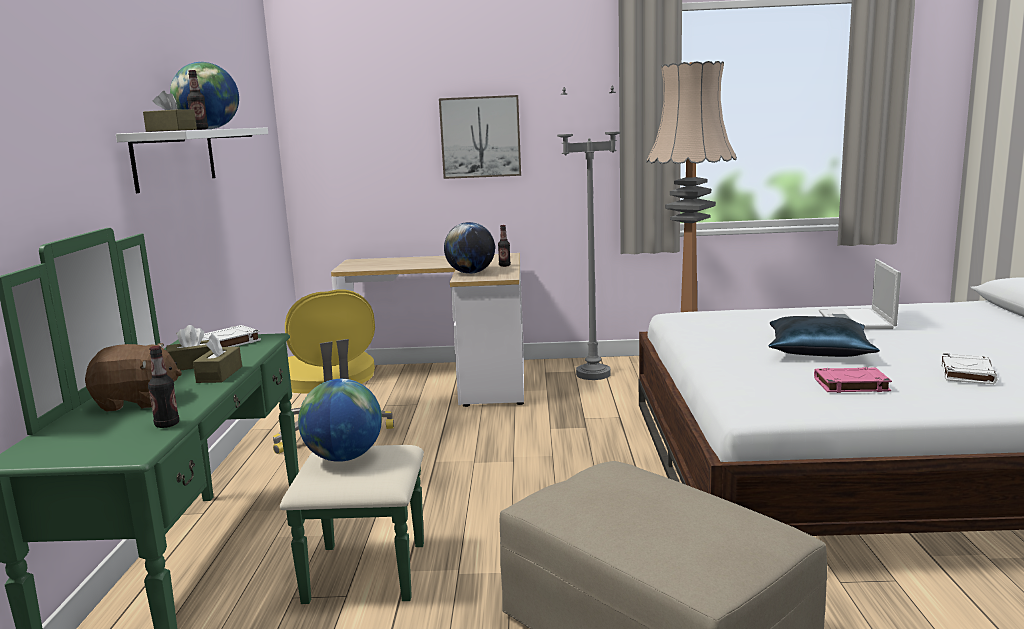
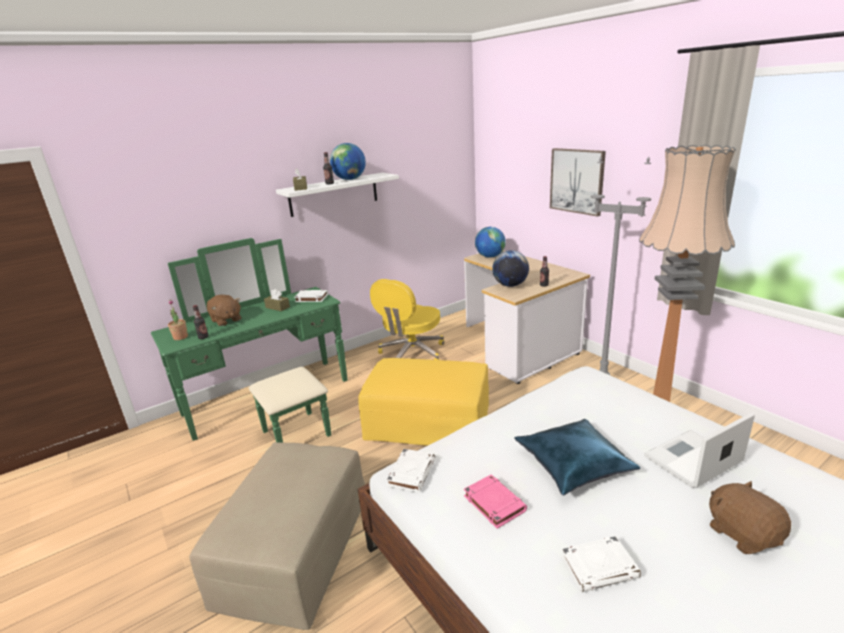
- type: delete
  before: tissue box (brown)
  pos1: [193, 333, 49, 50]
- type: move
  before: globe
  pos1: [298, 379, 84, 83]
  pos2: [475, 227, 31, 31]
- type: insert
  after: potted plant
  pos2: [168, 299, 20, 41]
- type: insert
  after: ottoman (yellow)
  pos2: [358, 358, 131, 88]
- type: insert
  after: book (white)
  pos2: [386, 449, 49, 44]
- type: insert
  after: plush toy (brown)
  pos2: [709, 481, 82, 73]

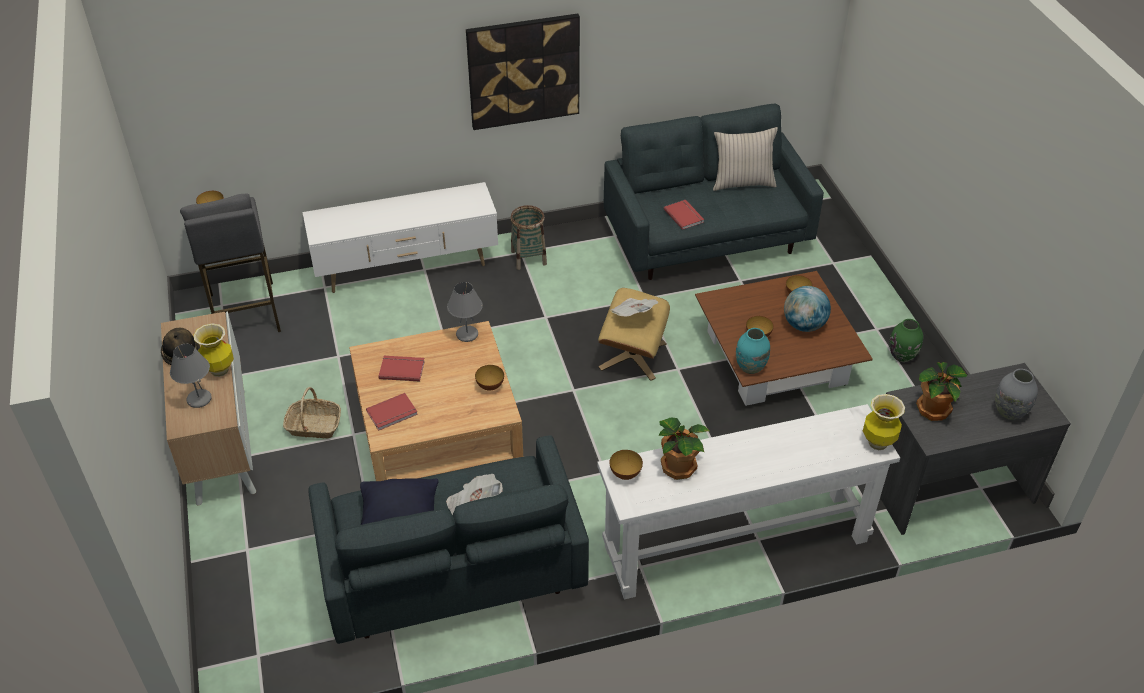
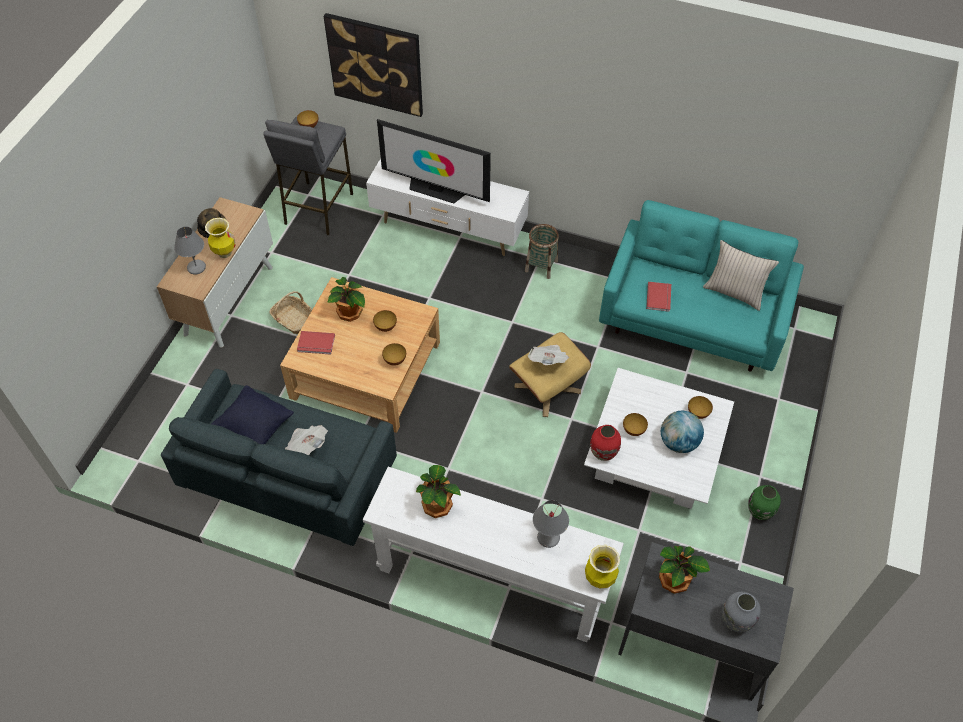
- type: move
  before: picture
  pos1: [466, 14, 114, 116]
  pos2: [324, 13, 99, 104]
- type: recolor
  before: sofa (grey)
  after: sofa (turquoise)
  pos1: [604, 104, 220, 176]
  pos2: [599, 200, 205, 172]
- type: recolor
  before: coffee table (brown)
  after: coffee table (white)
  pos1: [695, 271, 178, 135]
  pos2: [584, 368, 150, 141]
- type: move
  before: table lamp (grey)
  pos1: [447, 282, 36, 60]
  pos2: [533, 500, 36, 48]
- type: recolor
  before: vase (turquoise)
  after: vase (red)
  pos1: [736, 328, 34, 46]
  pos2: [590, 425, 31, 36]
- type: replace
  before: book (red)
  after: potted plant
  pos1: [378, 356, 47, 25]
  pos2: [327, 277, 38, 45]
- type: move
  before: bowl
  pos1: [609, 450, 34, 30]
  pos2: [373, 310, 24, 22]
- type: insert
  after: television
  pos2: [377, 119, 114, 84]

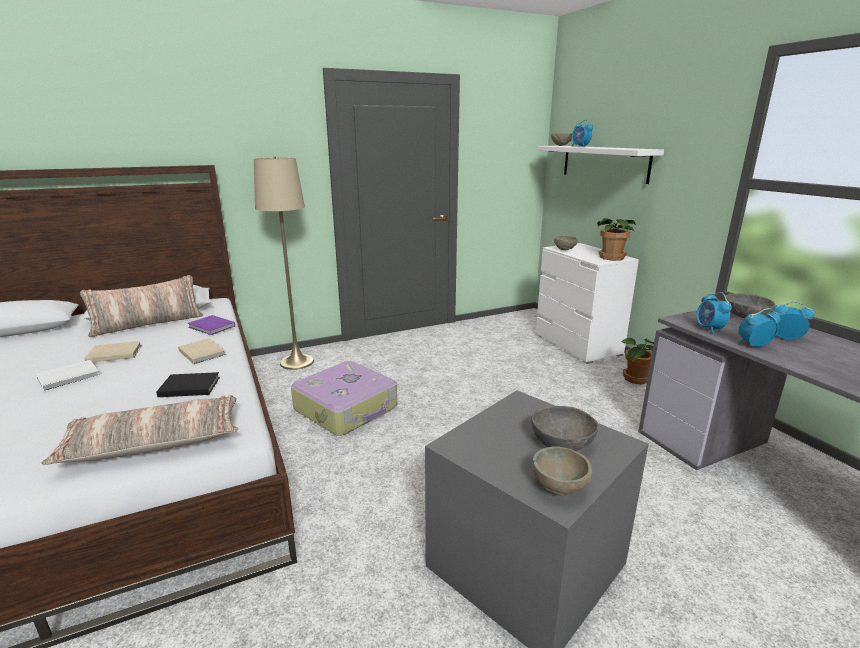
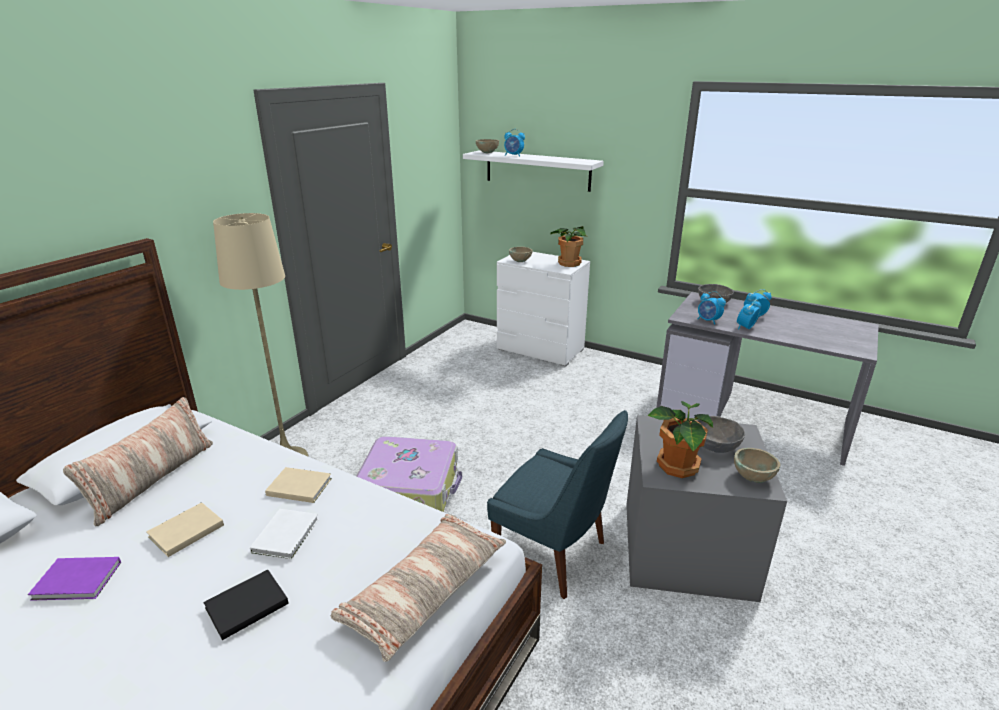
- type: move
  before: book (purple)
  pos1: [188, 315, 47, 20]
  pos2: [28, 557, 93, 44]
- type: move
  before: potted plant
  pos1: [621, 337, 33, 48]
  pos2: [647, 401, 66, 77]
- type: move
  before: book (white)
  pos1: [36, 360, 64, 31]
  pos2: [250, 509, 69, 50]
- type: move
  before: book (black)
  pos1: [156, 372, 64, 25]
  pos2: [203, 570, 86, 70]
- type: insert
  after: chair (blue)
  pos2: [487, 410, 141, 189]

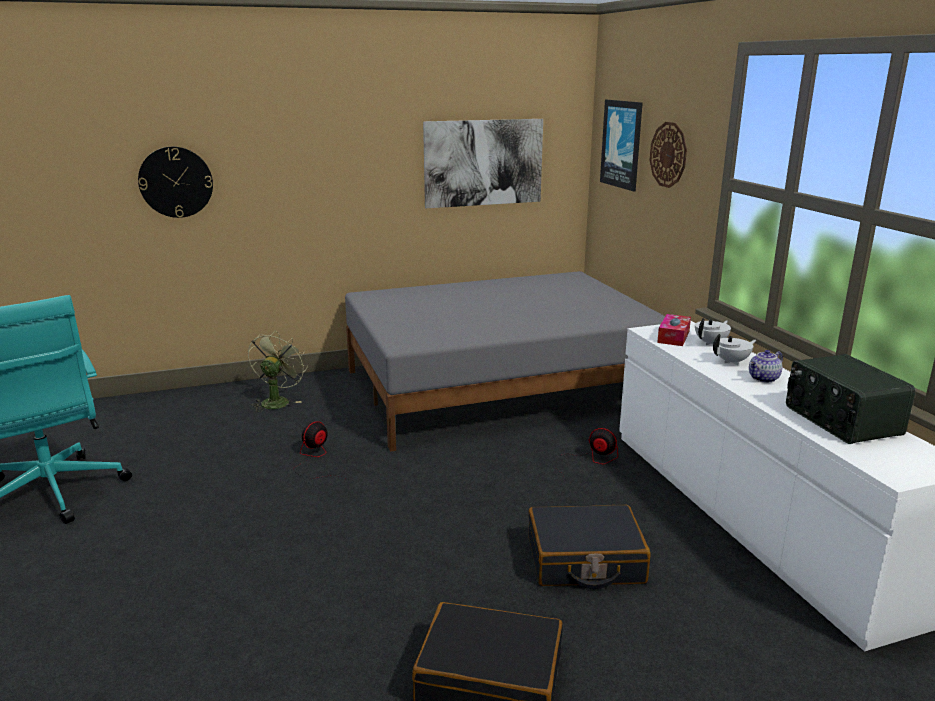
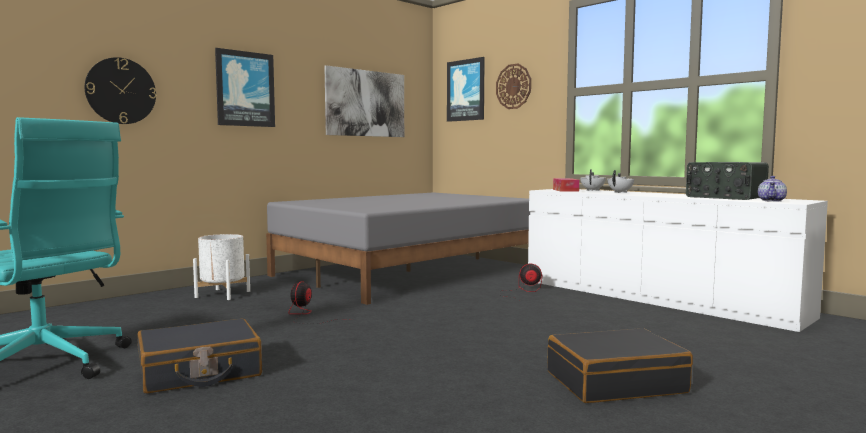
- type: replace
  before: fan (green)
  after: planter (white)
  pos1: [248, 331, 60, 81]
  pos2: [193, 234, 57, 66]
- type: move
  before: teapot
  pos1: [749, 350, 34, 33]
  pos2: [758, 176, 29, 26]
- type: move
  before: suitcase (black)
  pos1: [528, 505, 123, 84]
  pos2: [138, 319, 124, 74]
- type: insert
  after: picture
  pos2: [215, 48, 60, 79]

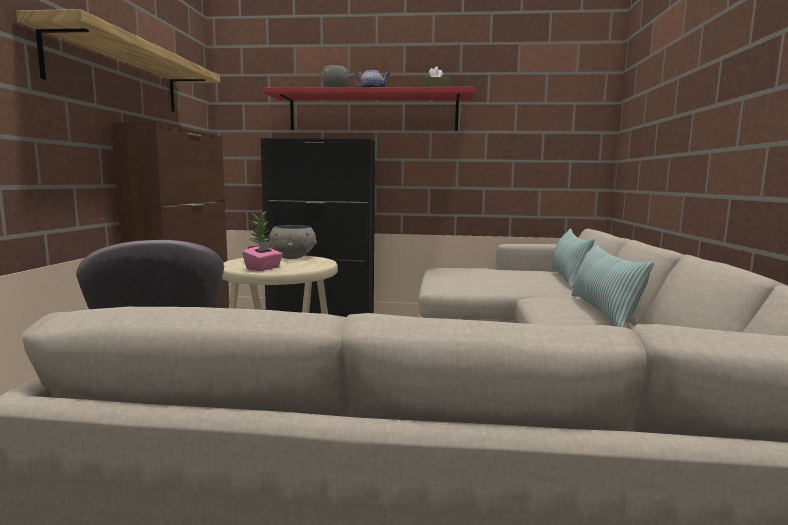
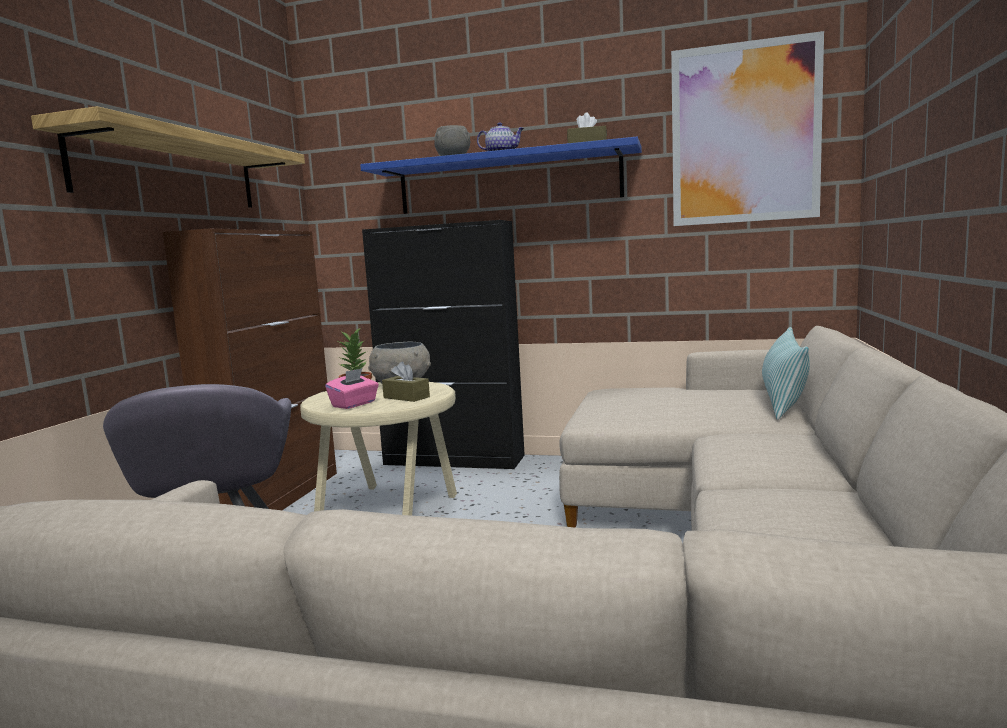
- type: recolor
  before: shelf (red)
  after: shelf (blue)
  pos1: [263, 87, 212, 44]
  pos2: [360, 137, 282, 77]
- type: delete
  before: pillow
  pos1: [571, 243, 83, 84]
- type: insert
  after: picture
  pos2: [671, 31, 153, 195]
- type: insert
  after: tissue box (brown)
  pos2: [382, 361, 48, 41]

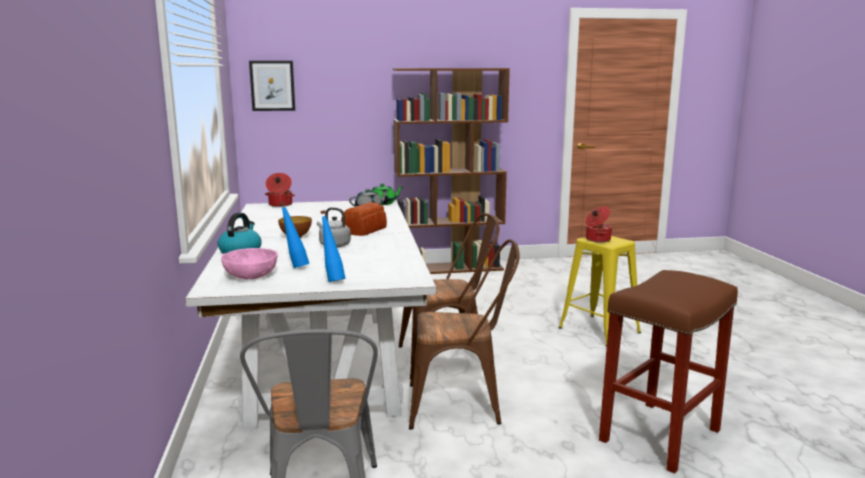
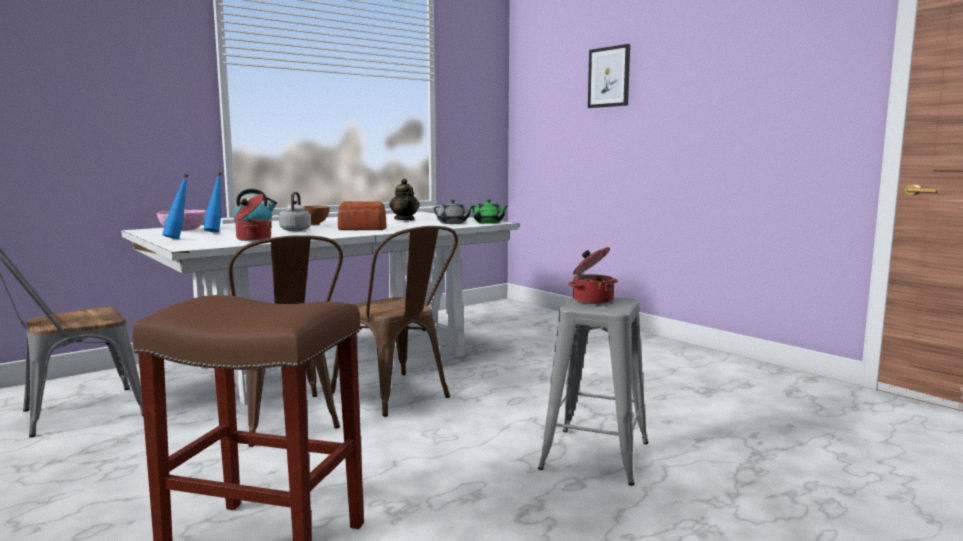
- type: move
  before: picture
  pos1: [249, 61, 46, 50]
  pos2: [588, 44, 42, 64]
- type: delete
  before: bookcase (brown)
  pos1: [393, 68, 117, 206]
- type: move
  before: cooking pot
  pos1: [265, 173, 30, 34]
  pos2: [235, 194, 37, 47]
- type: recolor
  before: stool (yellow)
  after: stool (grey)
  pos1: [558, 236, 83, 111]
  pos2: [538, 298, 110, 188]
- type: insert
  after: teapot
  pos2: [389, 178, 31, 43]

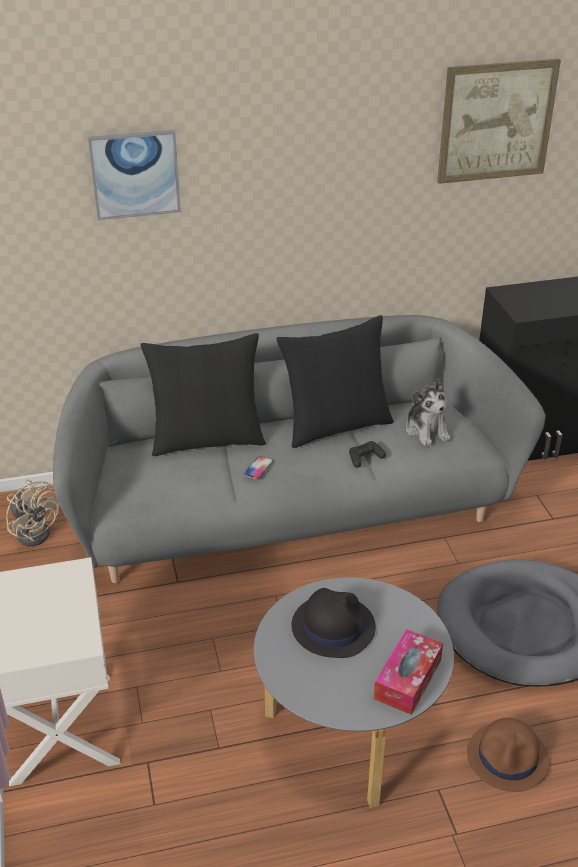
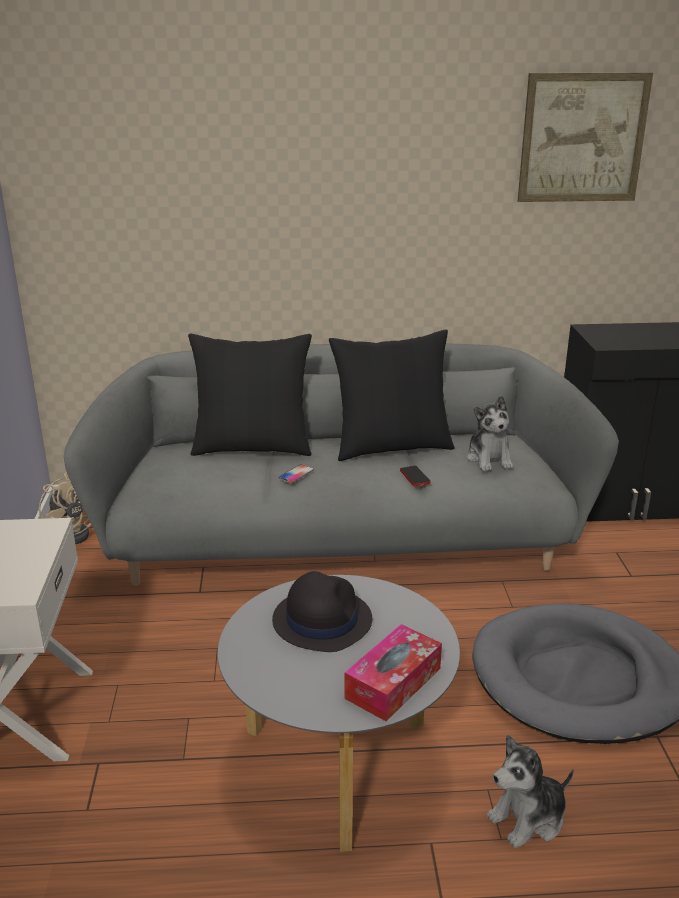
- type: delete
  before: picture
  pos1: [88, 130, 93, 90]
- type: replace
  before: game controller (black)
  after: phone
  pos1: [349, 441, 37, 27]
  pos2: [400, 466, 30, 20]
- type: replace
  before: hat (brown)
  after: plush toy
  pos1: [467, 718, 83, 74]
  pos2: [487, 735, 87, 113]

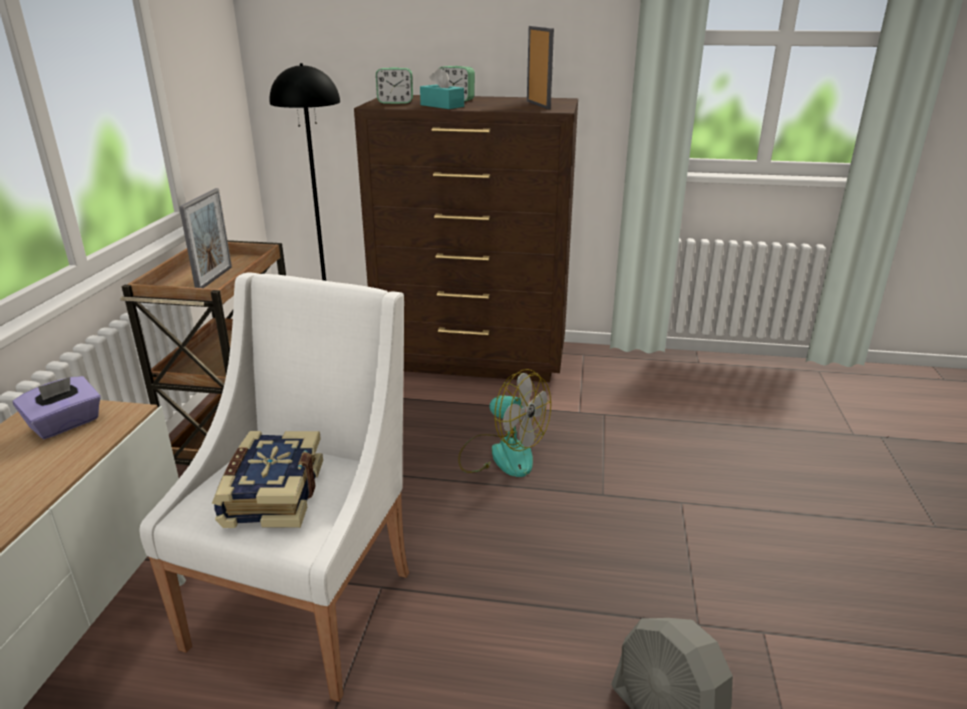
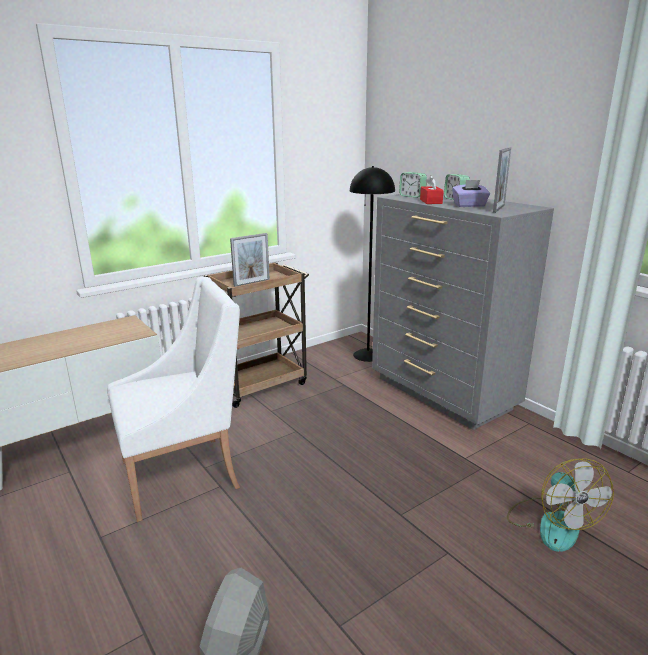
- type: recolor
  before: tissue box (turquoise)
  after: tissue box (red)
  pos1: [420, 68, 44, 41]
  pos2: [420, 175, 24, 29]
- type: recolor
  before: dresser (brown)
  after: dresser (grey)
  pos1: [354, 95, 224, 287]
  pos2: [372, 193, 182, 237]
- type: move
  before: fan
  pos1: [458, 369, 93, 108]
  pos2: [507, 458, 107, 94]
- type: move
  before: tissue box (purple)
  pos1: [13, 376, 88, 63]
  pos2: [452, 180, 38, 27]
- type: delete
  before: book
  pos1: [212, 431, 111, 97]

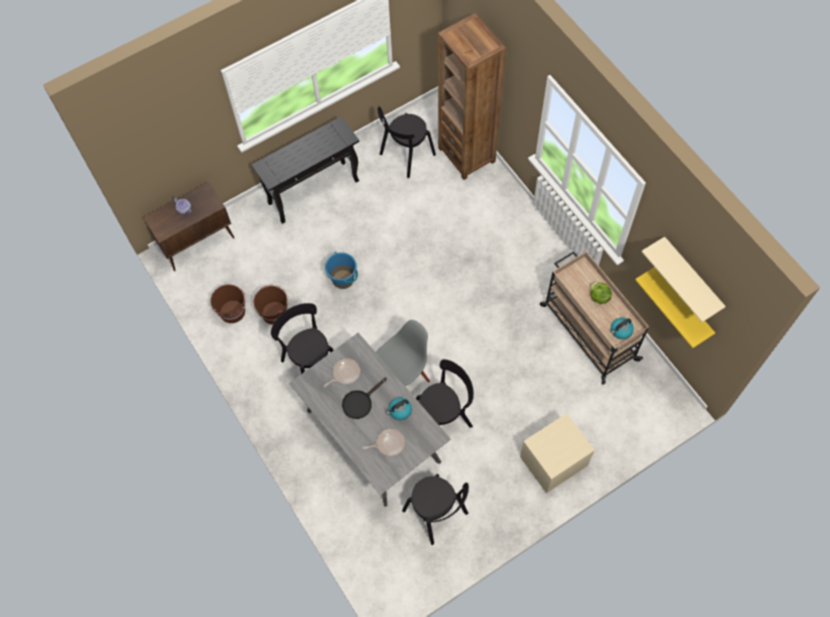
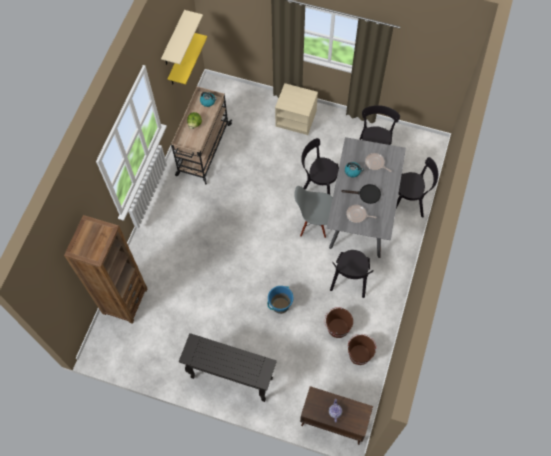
- type: move
  before: chair (black)
  pos1: [378, 106, 58, 72]
  pos2: [396, 157, 42, 61]

